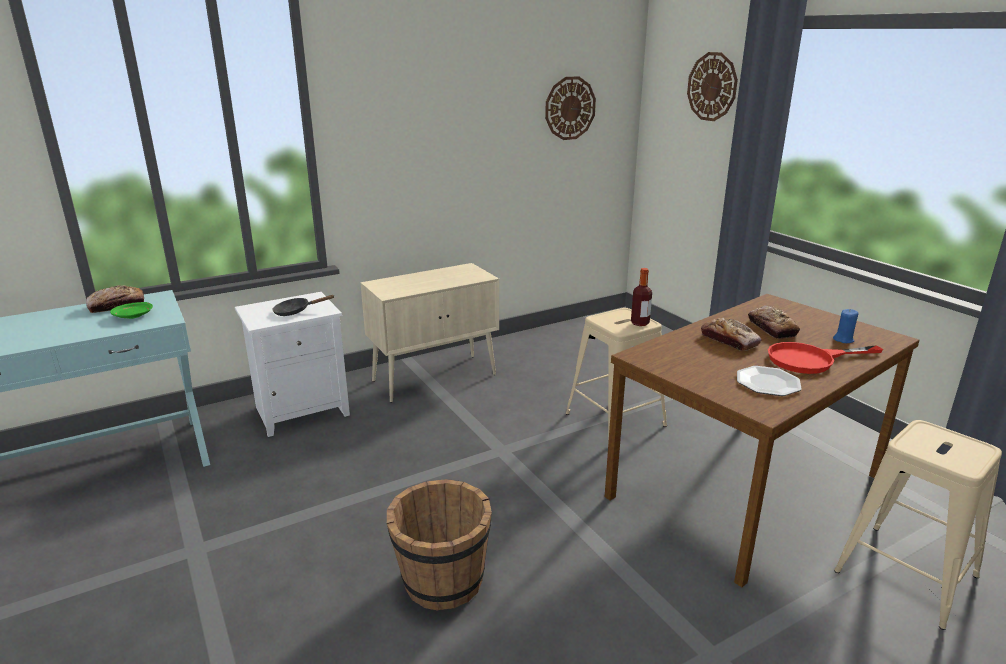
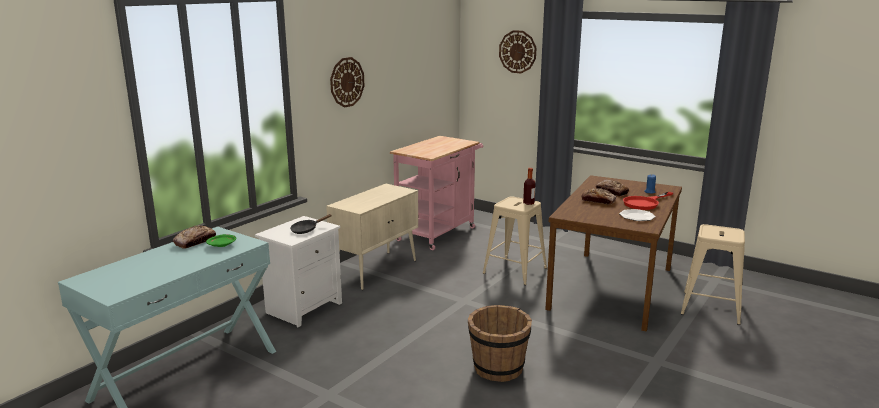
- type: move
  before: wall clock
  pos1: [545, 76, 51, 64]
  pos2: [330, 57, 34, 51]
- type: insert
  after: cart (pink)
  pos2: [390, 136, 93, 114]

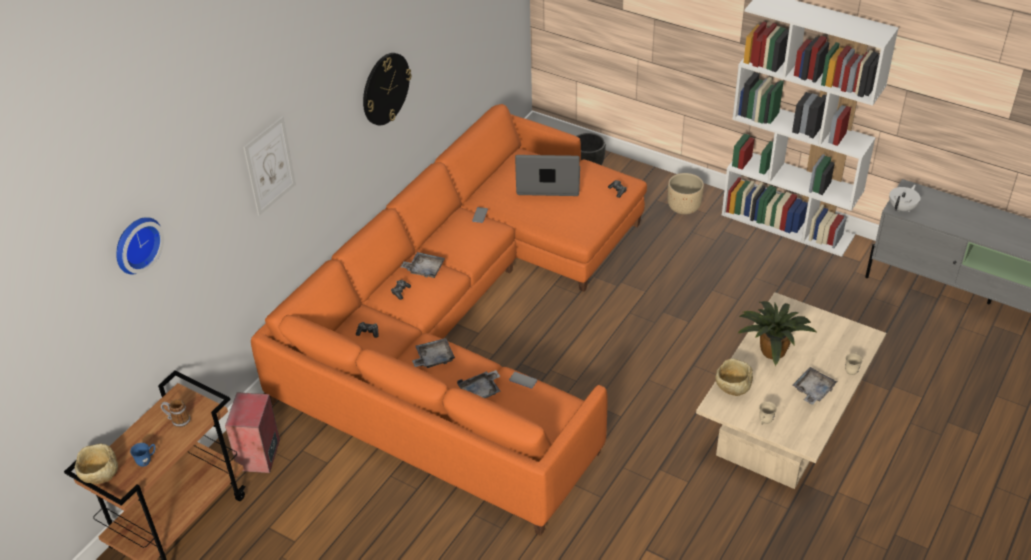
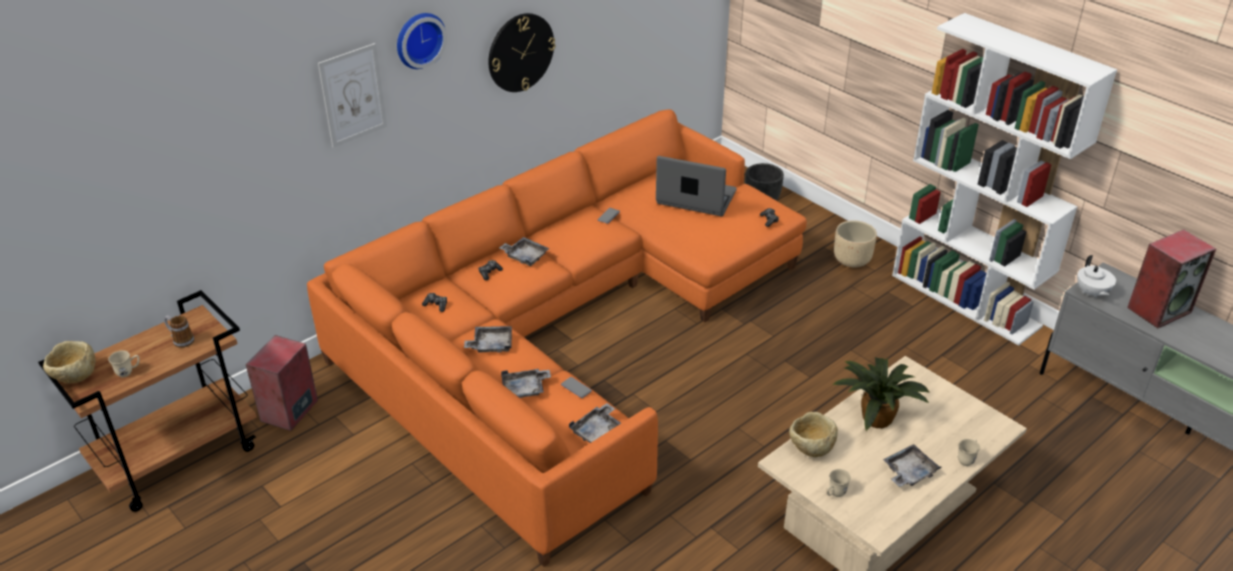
- type: rotate
  before: teapot (white)
  pos1: [889, 184, 32, 28]
  pos2: [1077, 255, 39, 43]
  turn: 120
- type: move
  before: wall clock
  pos1: [116, 217, 48, 58]
  pos2: [397, 13, 50, 56]
- type: recolor
  before: mug (blue)
  after: mug (beige)
  pos1: [130, 443, 25, 24]
  pos2: [108, 350, 32, 27]
- type: insert
  after: speaker
  pos2: [1127, 229, 89, 99]
- type: insert
  after: tray (grey)
  pos2: [569, 403, 52, 40]

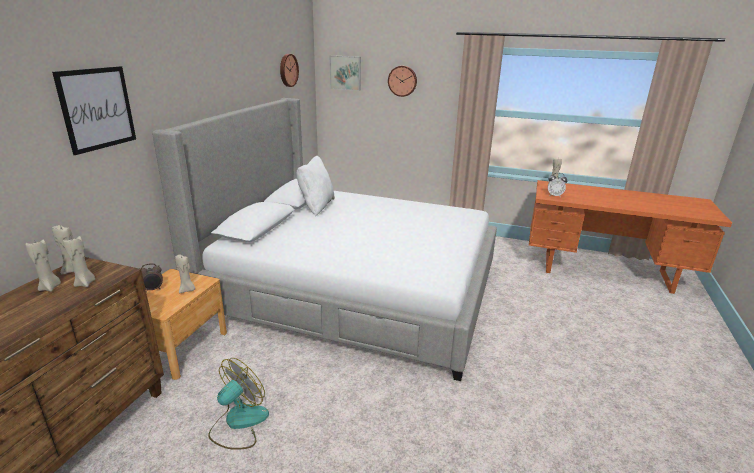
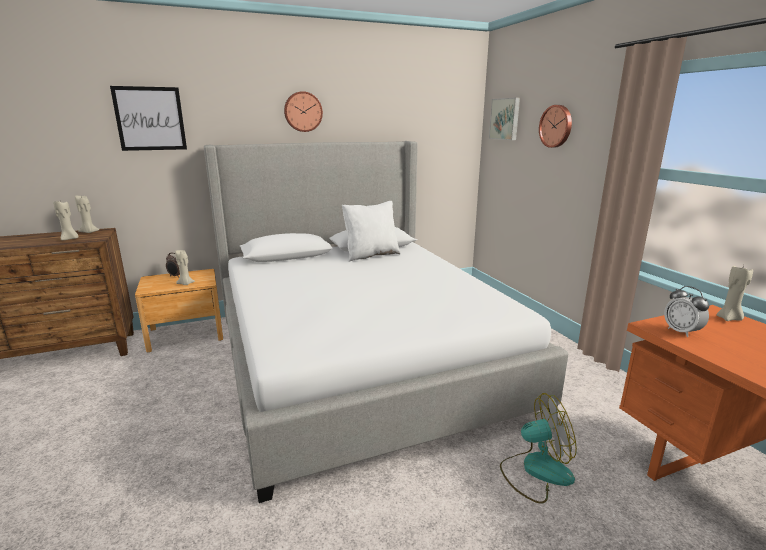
- type: move
  before: wall clock
  pos1: [280, 54, 19, 33]
  pos2: [284, 91, 39, 41]
- type: delete
  before: candle (beige)
  pos1: [25, 240, 36, 52]
- type: move
  before: fan
  pos1: [208, 358, 61, 92]
  pos2: [500, 393, 77, 111]

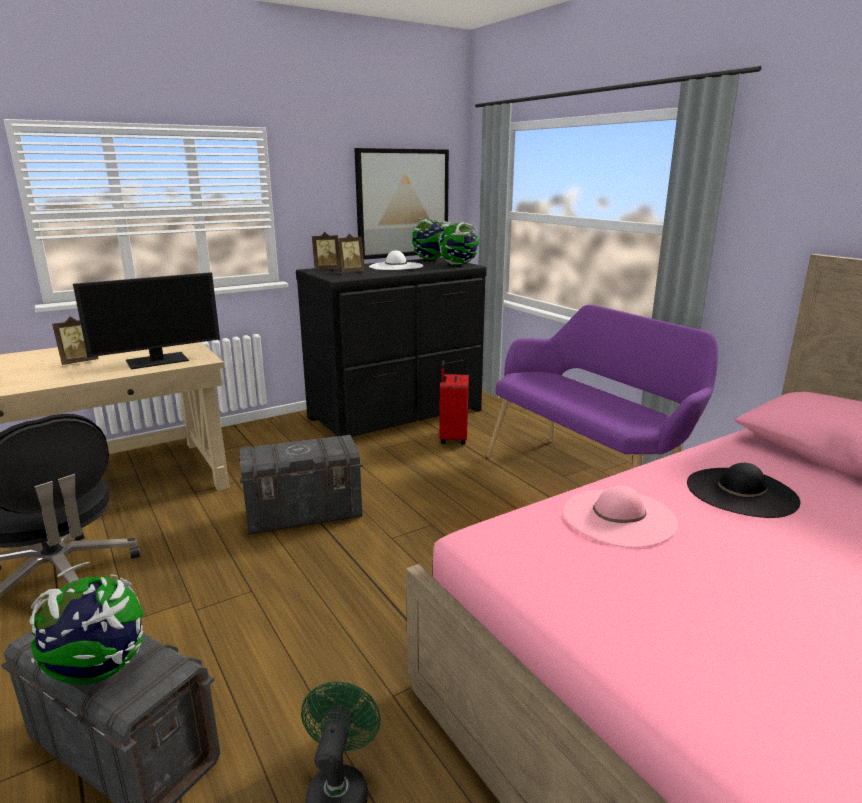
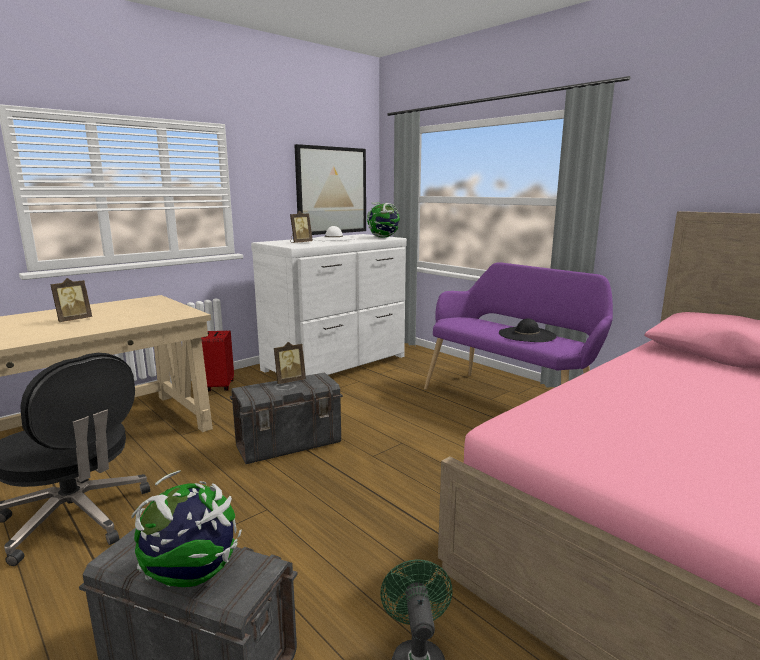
- type: delete
  before: globe
  pos1: [411, 218, 38, 42]
- type: move
  before: picture frame
  pos1: [312, 232, 28, 38]
  pos2: [274, 342, 32, 42]
- type: recolor
  before: dresser (black)
  after: dresser (white)
  pos1: [296, 257, 190, 180]
  pos2: [251, 234, 156, 142]
- type: delete
  before: monitor
  pos1: [73, 272, 147, 97]
- type: move
  before: suitcase (red)
  pos1: [439, 360, 30, 85]
  pos2: [201, 331, 33, 60]
- type: move
  before: hat (black)
  pos1: [687, 463, 114, 55]
  pos2: [499, 318, 58, 24]
- type: delete
  before: hat (pink)
  pos1: [562, 486, 116, 62]

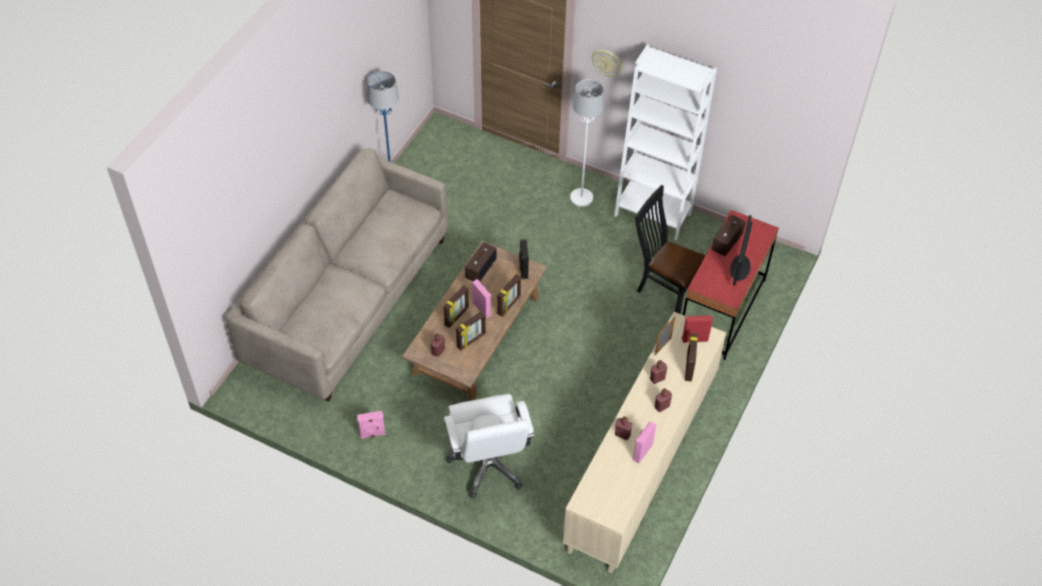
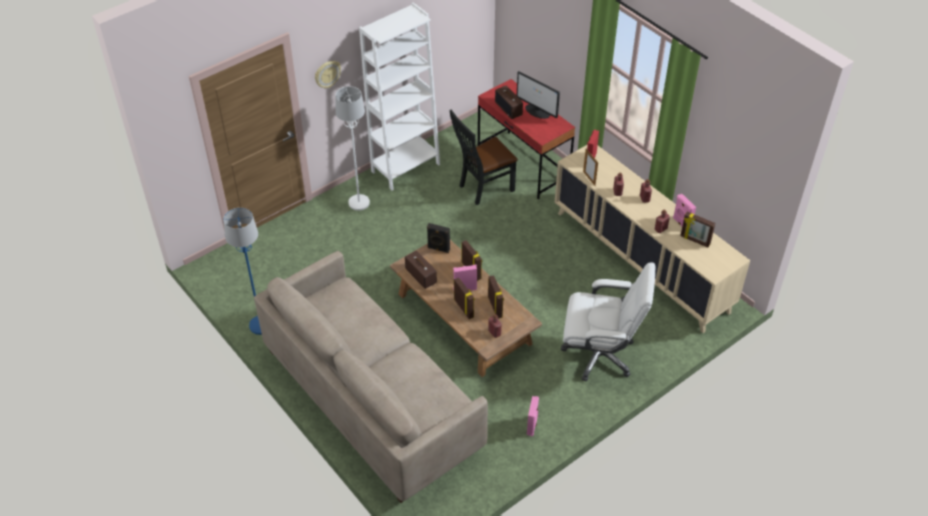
- type: move
  before: picture frame
  pos1: [685, 333, 13, 49]
  pos2: [680, 212, 35, 35]

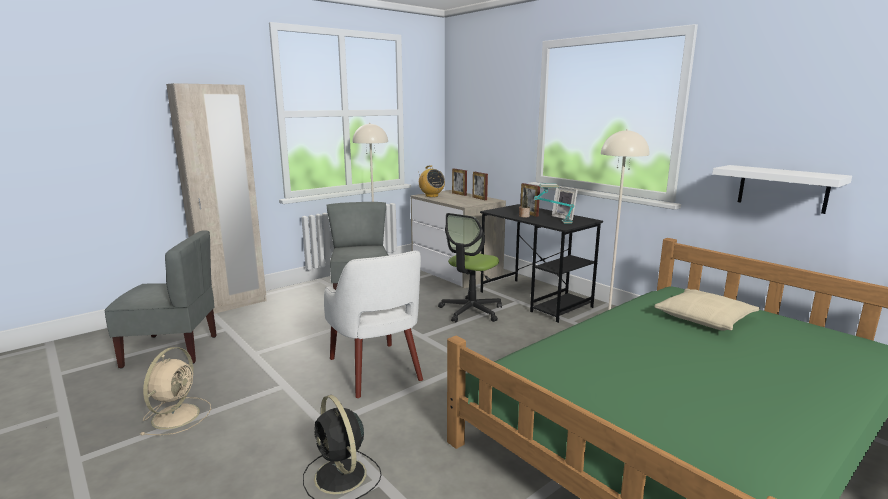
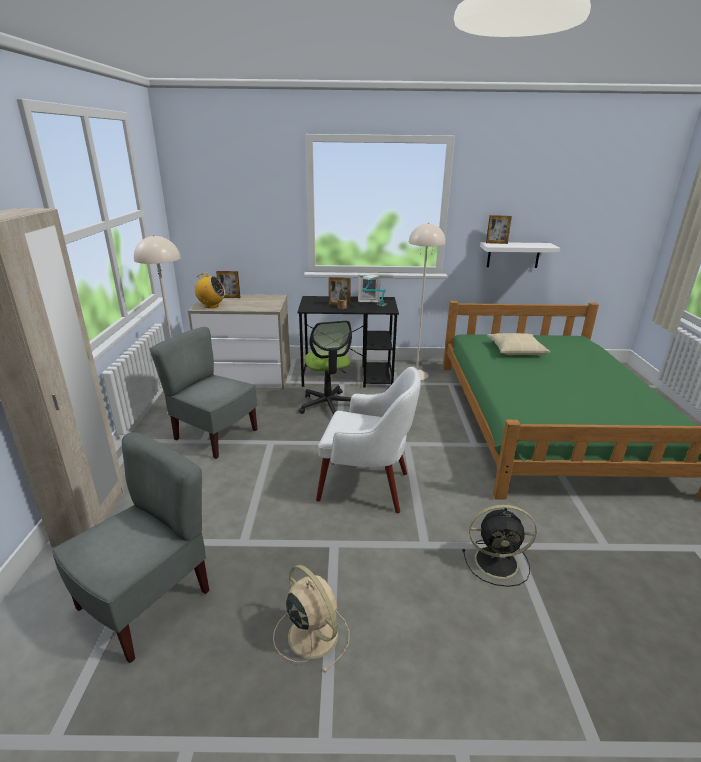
- type: move
  before: picture frame
  pos1: [473, 172, 15, 28]
  pos2: [486, 215, 26, 29]

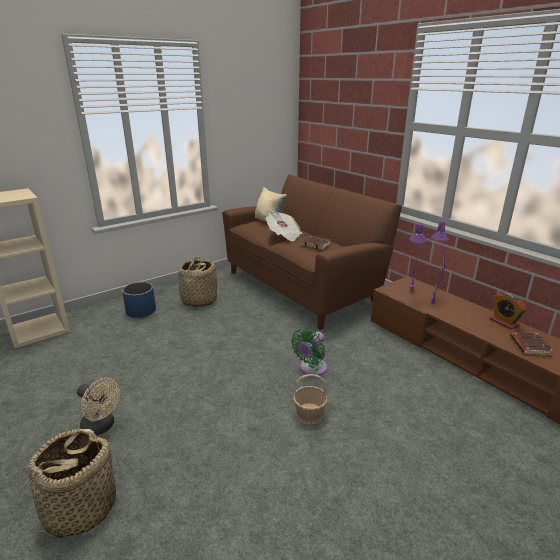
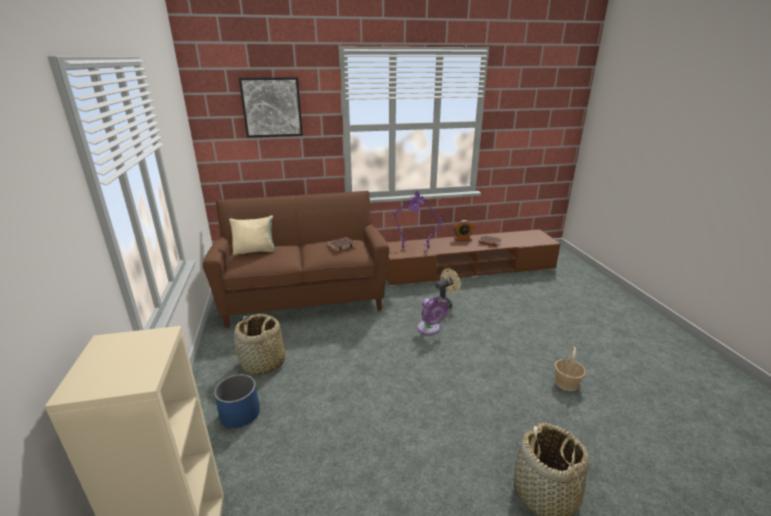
- type: delete
  before: newspaper
  pos1: [266, 211, 36, 30]
- type: recolor
  before: fan (green)
  after: fan (purple)
  pos1: [291, 328, 36, 48]
  pos2: [417, 297, 32, 38]
- type: move
  before: basket
  pos1: [293, 374, 35, 51]
  pos2: [554, 346, 32, 45]
- type: move
  before: fan (beige)
  pos1: [77, 378, 43, 58]
  pos2: [432, 269, 29, 41]
- type: insert
  after: picture
  pos2: [239, 77, 64, 61]

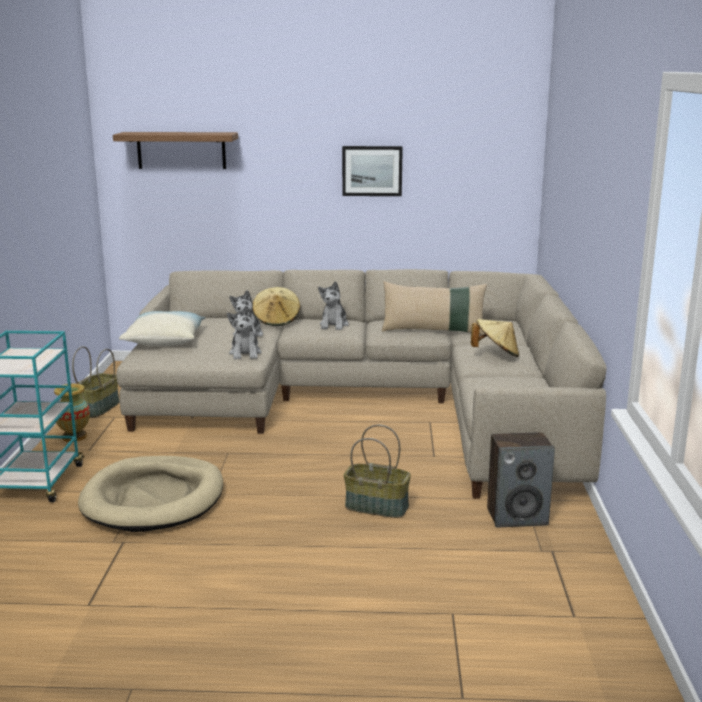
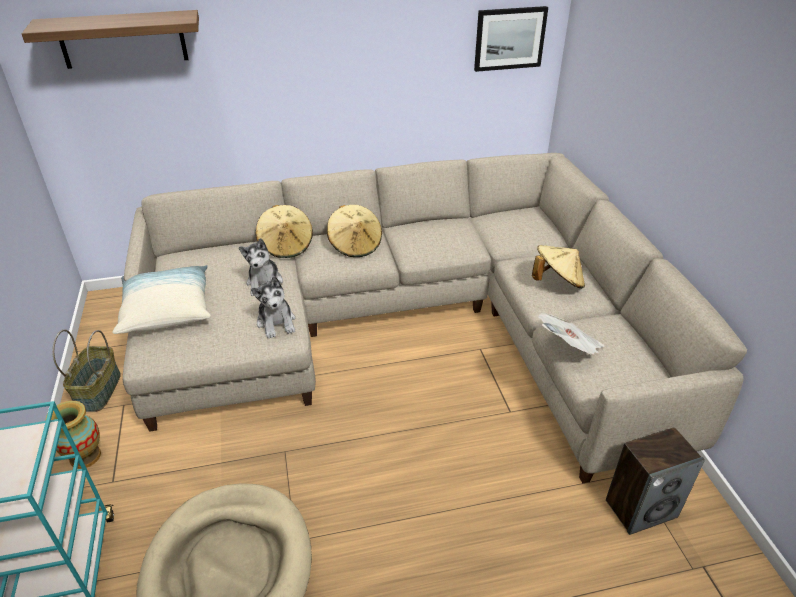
- type: move
  before: picture
  pos1: [342, 146, 61, 50]
  pos2: [474, 6, 74, 66]
- type: replace
  before: plush toy
  after: hat (beige)
  pos1: [318, 281, 31, 49]
  pos2: [327, 205, 55, 52]
- type: delete
  before: pillow (beige)
  pos1: [382, 281, 105, 54]
- type: delete
  before: basket
  pos1: [344, 424, 67, 94]
- type: insert
  after: newspaper
  pos2: [538, 312, 67, 43]

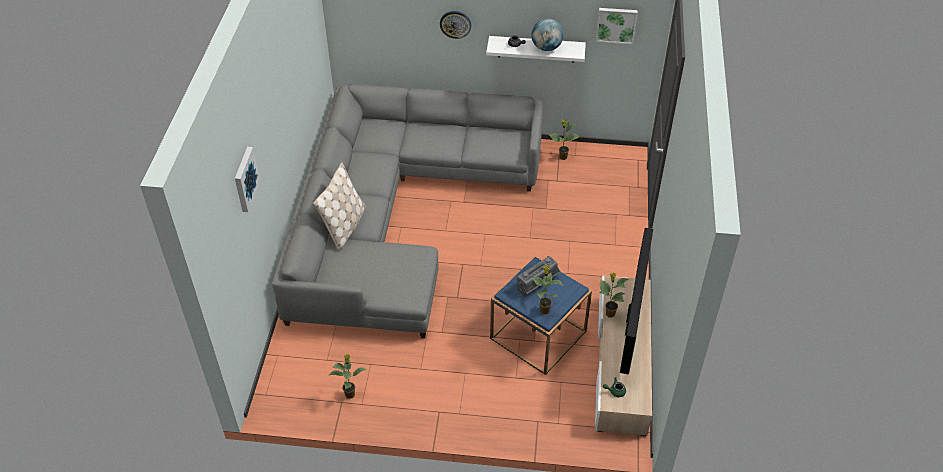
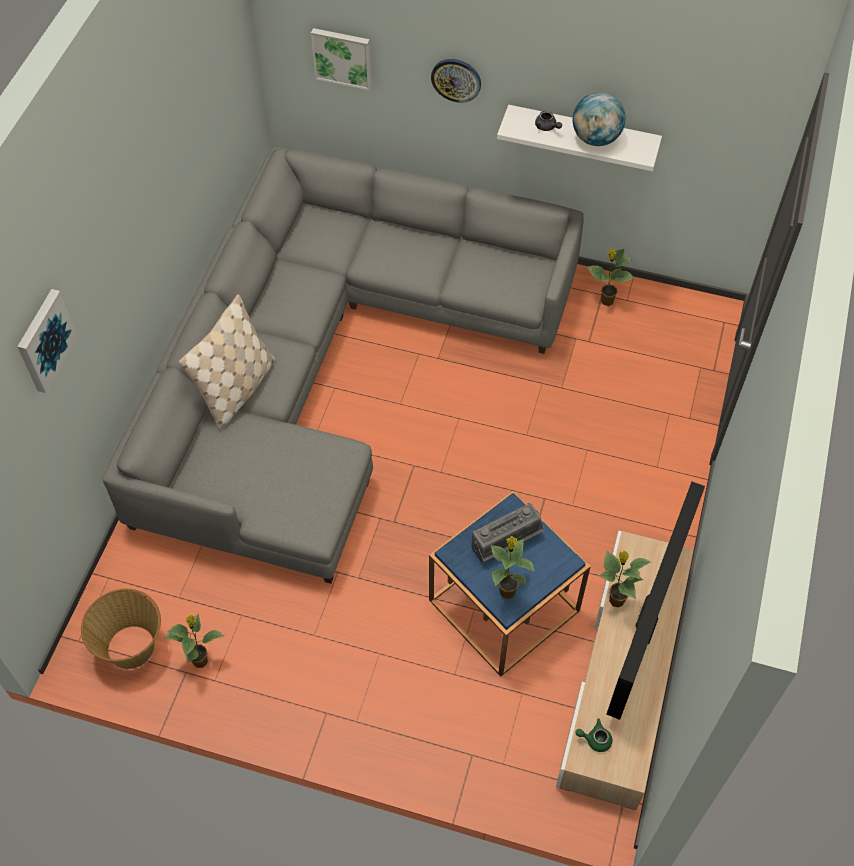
- type: move
  before: picture
  pos1: [596, 8, 42, 36]
  pos2: [311, 28, 61, 62]
- type: insert
  after: basket
  pos2: [81, 589, 80, 80]

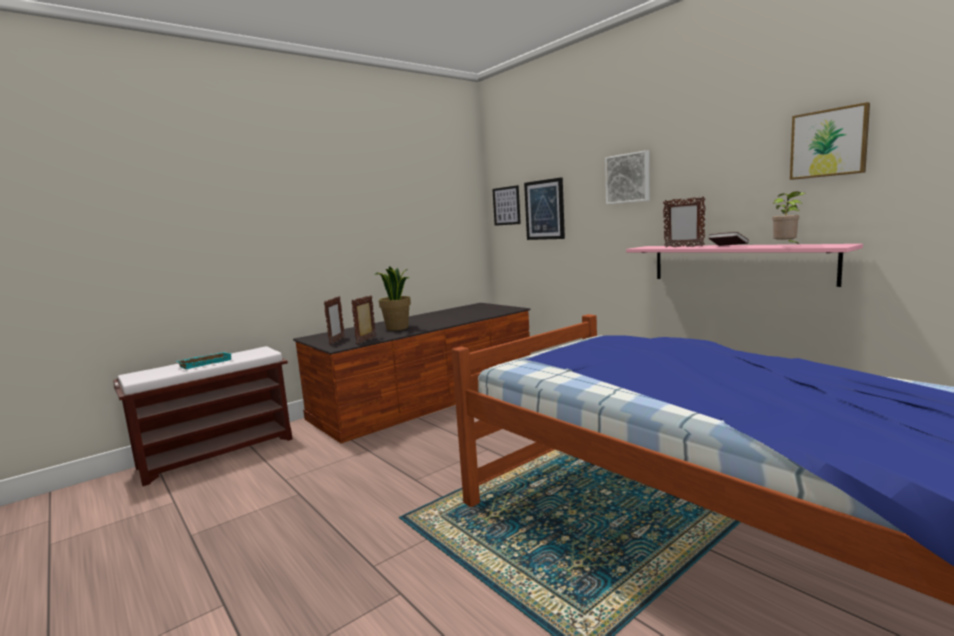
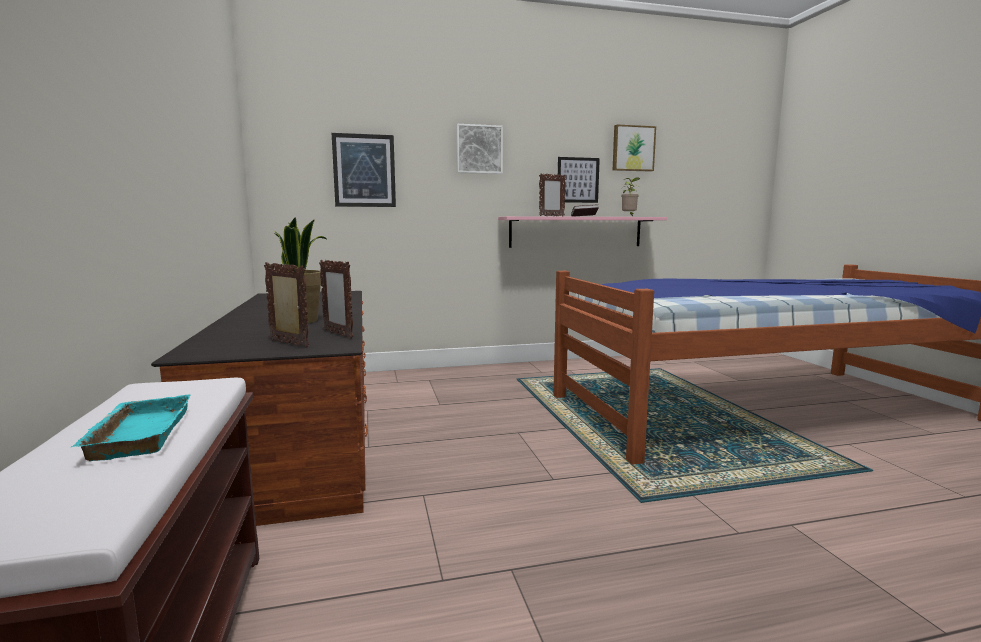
- type: move
  before: picture
  pos1: [492, 185, 29, 41]
  pos2: [558, 157, 42, 46]

